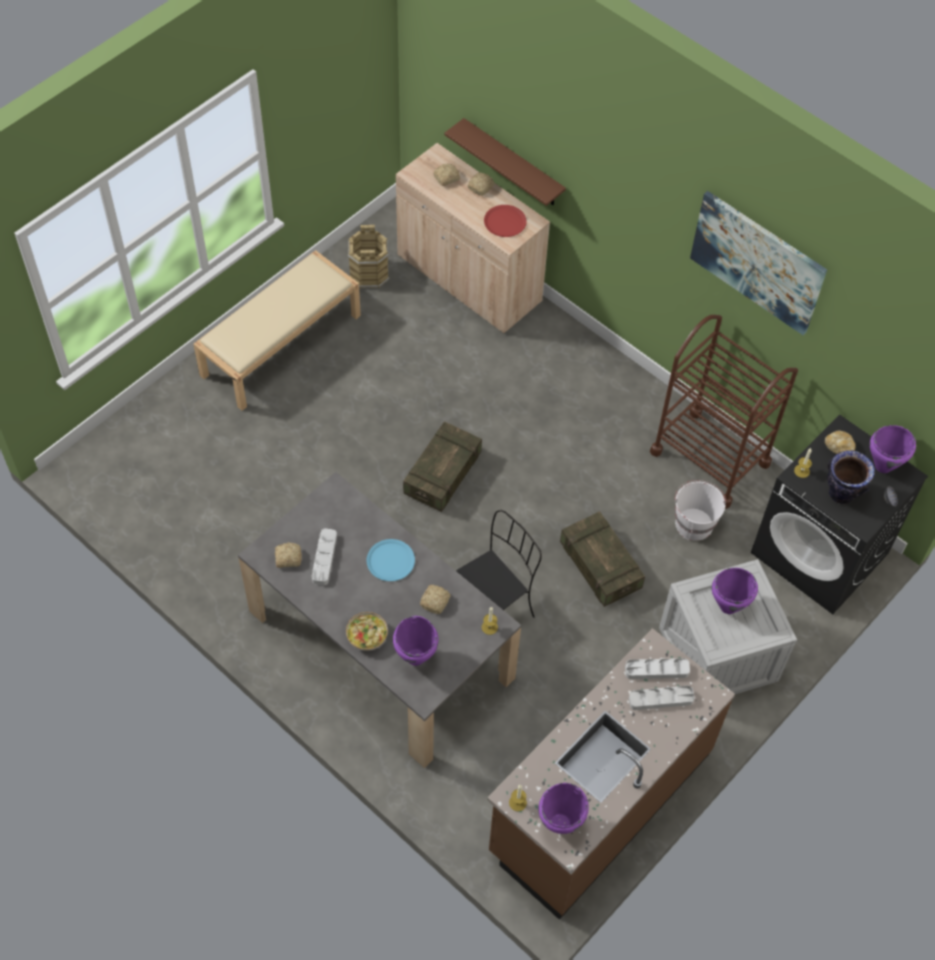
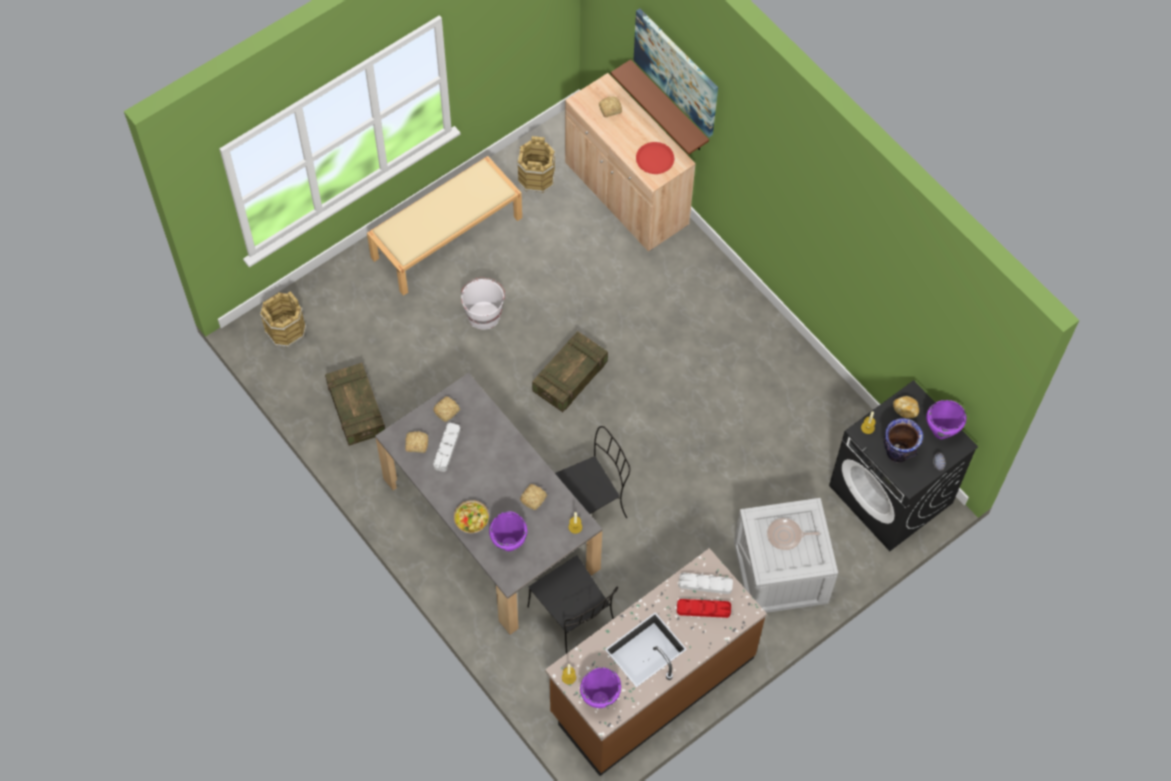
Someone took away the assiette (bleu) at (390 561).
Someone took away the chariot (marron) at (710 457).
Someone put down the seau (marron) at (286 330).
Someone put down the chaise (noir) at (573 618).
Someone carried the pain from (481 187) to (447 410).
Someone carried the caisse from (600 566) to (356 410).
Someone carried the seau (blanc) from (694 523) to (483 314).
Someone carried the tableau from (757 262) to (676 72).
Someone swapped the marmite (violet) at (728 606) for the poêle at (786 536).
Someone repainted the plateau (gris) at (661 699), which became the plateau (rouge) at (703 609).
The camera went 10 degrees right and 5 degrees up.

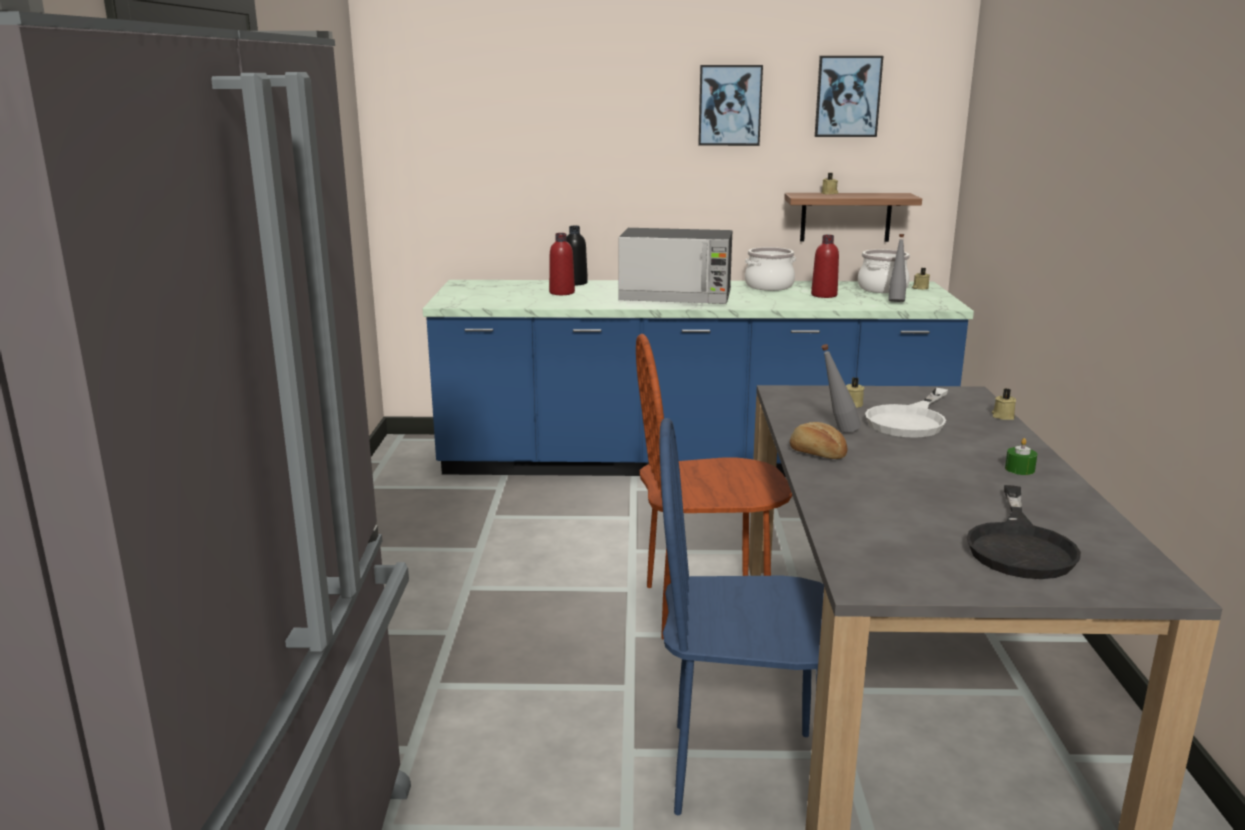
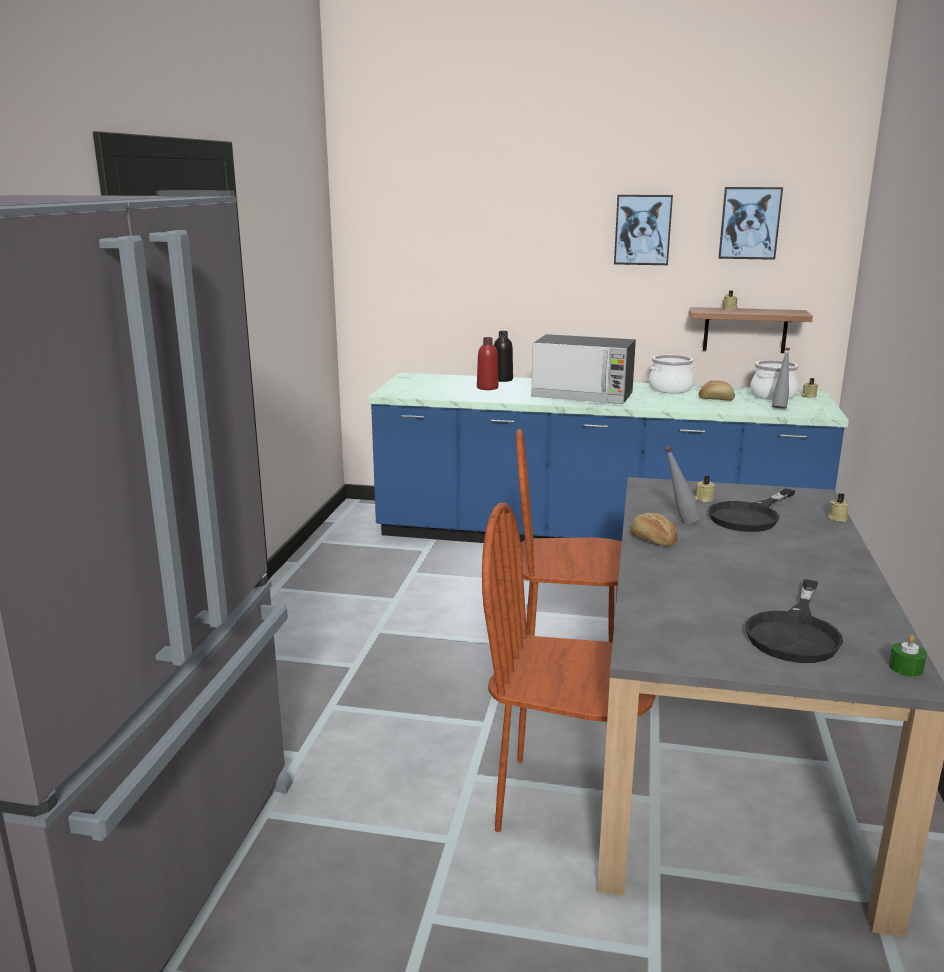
Someone carried the bougie (vert) from (1019 469) to (905 668).
Someone swapped the bouteille (rouge) at (824 295) for the pain at (716 399).
Someone repainted the chaise (bleu) at (744 770), which became the chaise (marron) at (563 802).
Someone repainted the poêle (blanc) at (910 420), which became the poêle (noir) at (749 516).
The camera went 10 degrees right and 0 degrees up.

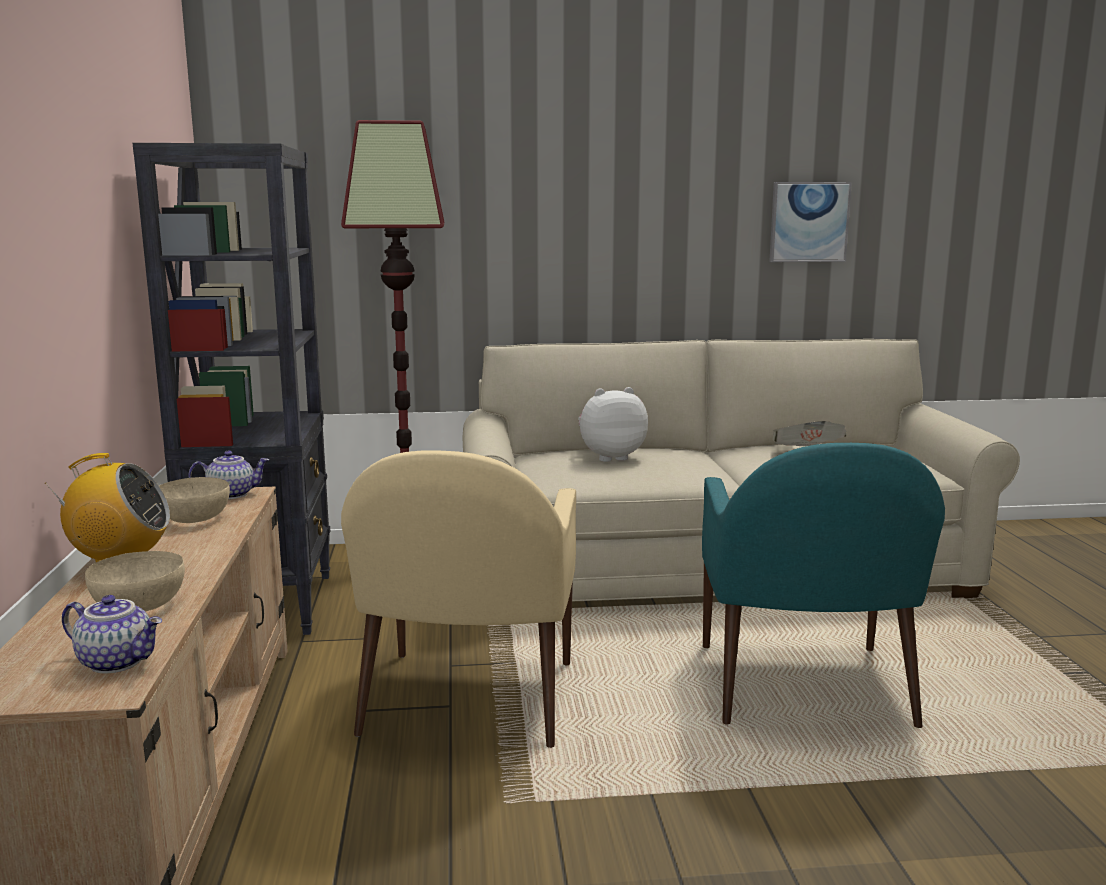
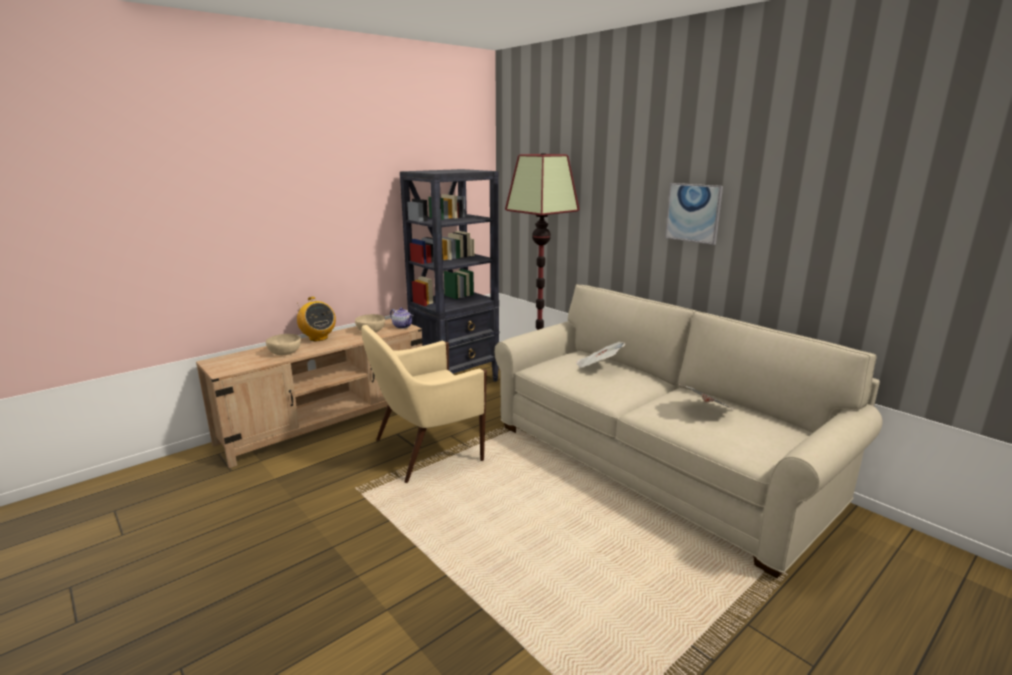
Someone took away the théière at (118 661).
Someone took away the fauteuil (turquoise) at (804 687).
Someone carried the tableau from (809 222) to (693 213).
Someone swapped the peluche at (610 457) for the journal at (598 367).
The camera went 55 degrees right and 5 degrees up.

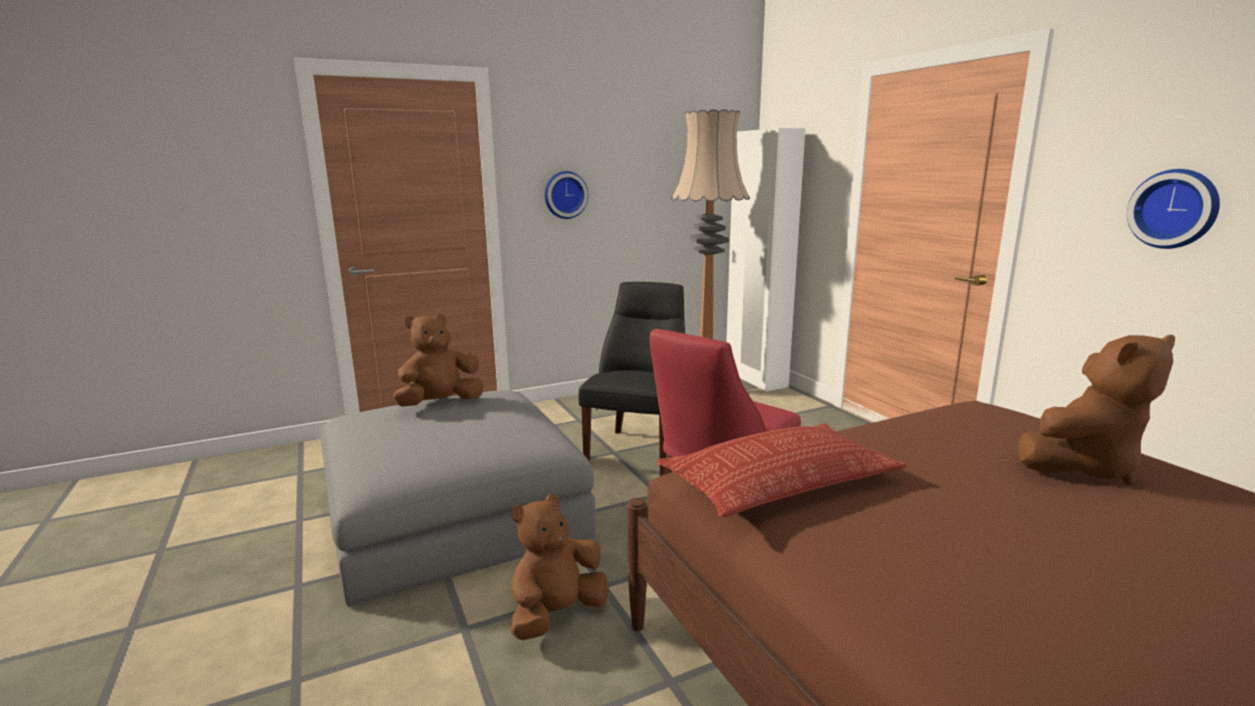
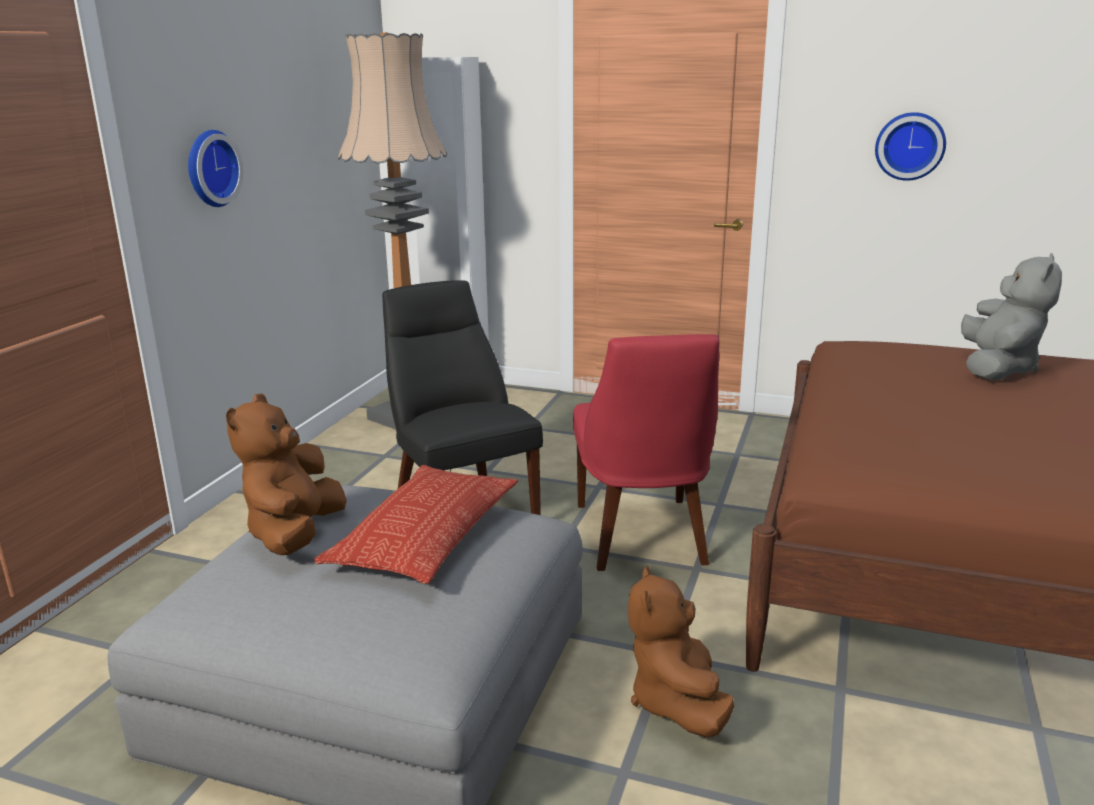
Someone carried the coussin from (779 481) to (425 534).
Someone repainted the peluche (marron) at (1082 466), which became the peluche (gris) at (997 369).
The camera went 45 degrees left and 5 degrees up.

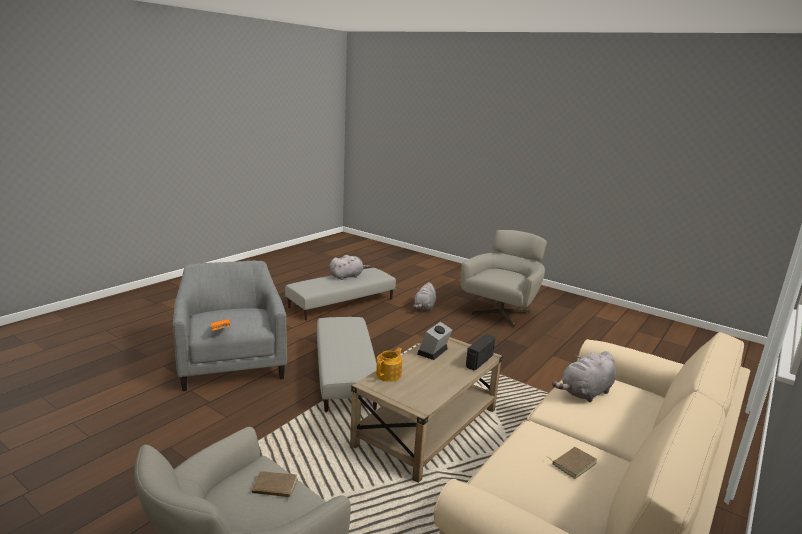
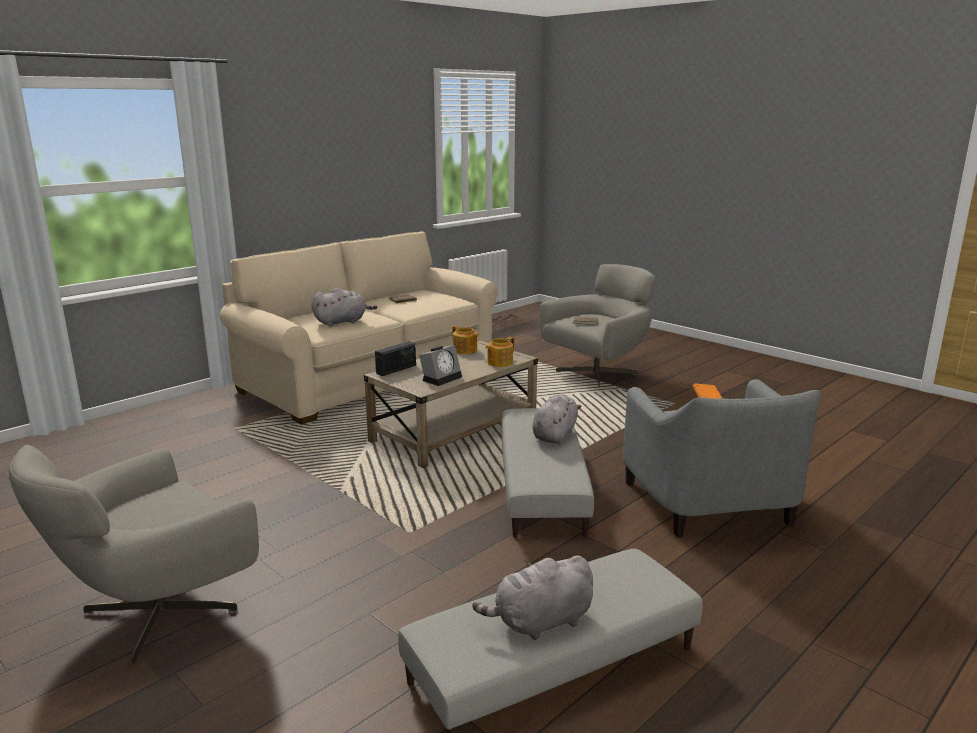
Someone put down the théière at (465 350).
Someone carried the peluche (gris) from (424 307) to (555 435).
The camera went 170 degrees left and 0 degrees up.

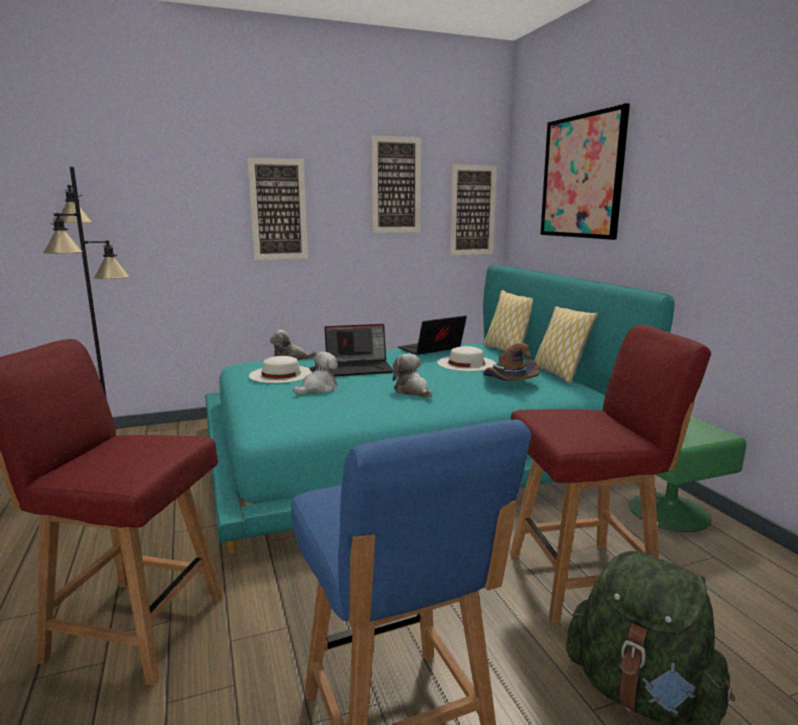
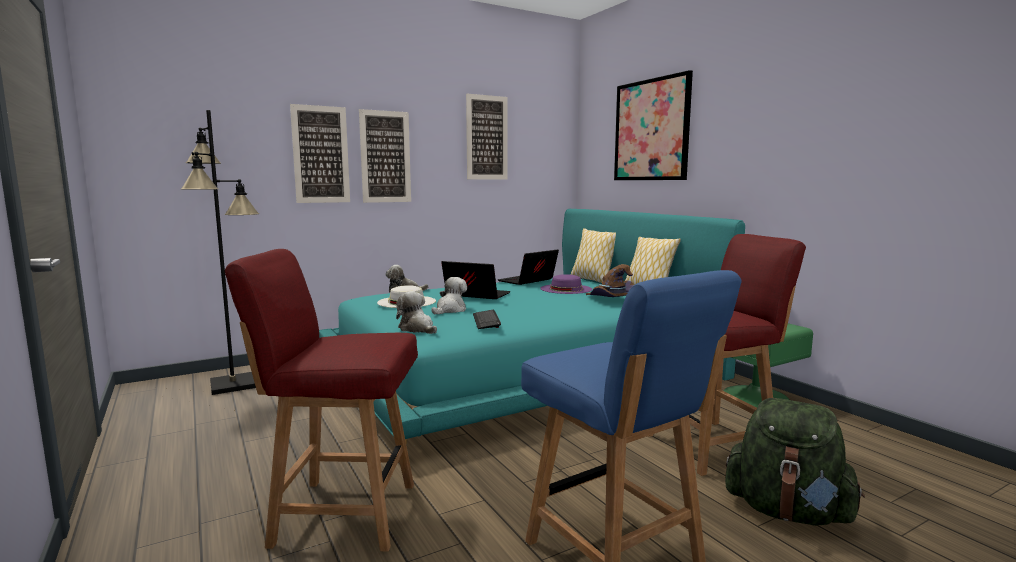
Someone put down the clavier at (486 321).
Someone carried the peluche from (412 391) to (417 329).
Someone carried the tableau from (472 210) to (321 154).
Someone repainted the chapeau (blanc) at (466 363), which became the chapeau (violet) at (566 289).
Someone rotated the ordinateur portable at (359 368) by 135 degrees counterclockwise.
The camera went 10 degrees left and 5 degrees down.

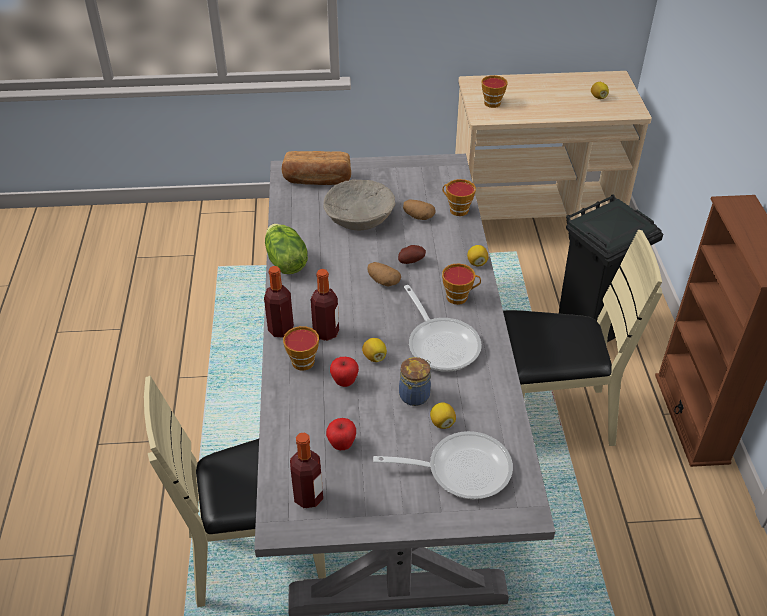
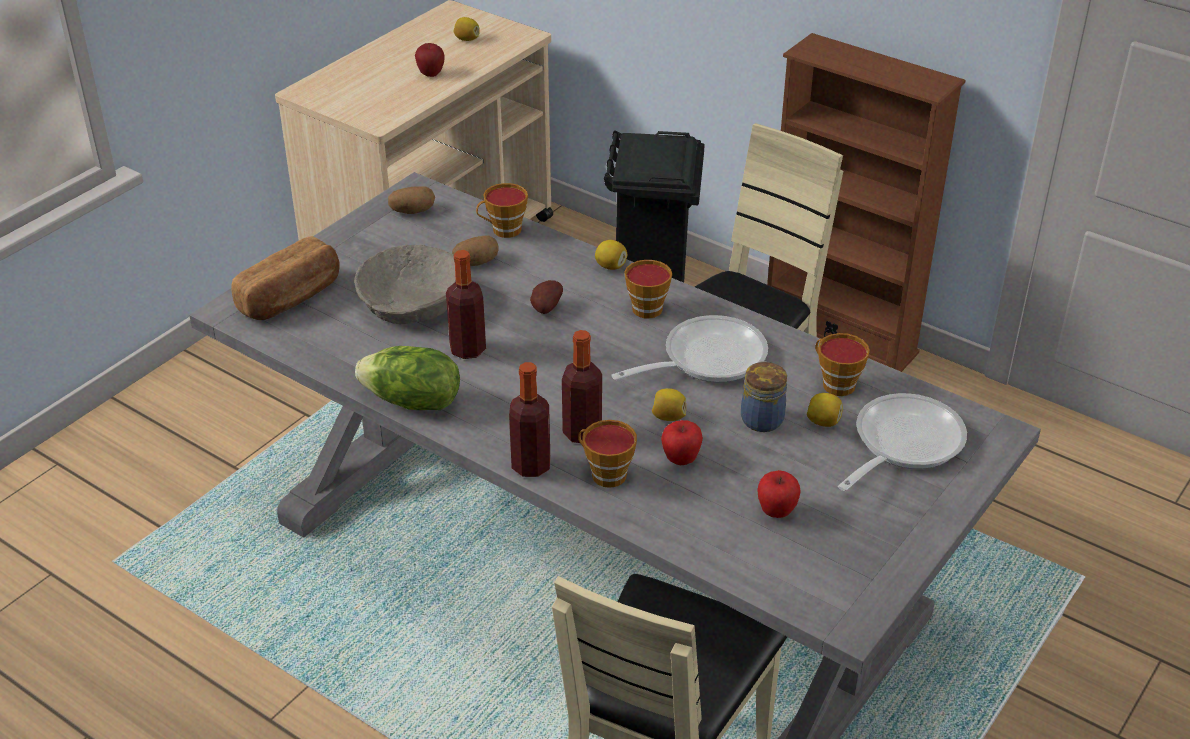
Someone put down the pomme at (431 74).
Someone carried the bouteille from (308 497) to (468 349).
Someone carried the pomme de terre from (383 281) to (412 211).
Someone carried the tasse from (492 102) to (835 384).
Someone rotated the poêle at (441 344) by 45 degrees counterclockwise.
The camera went 50 degrees left and 5 degrees down.

